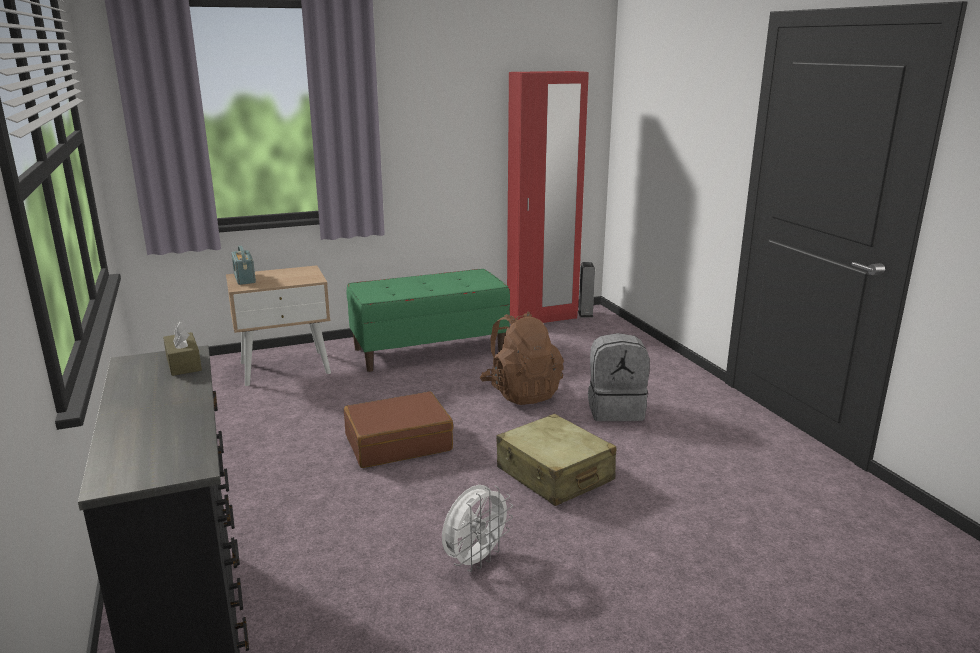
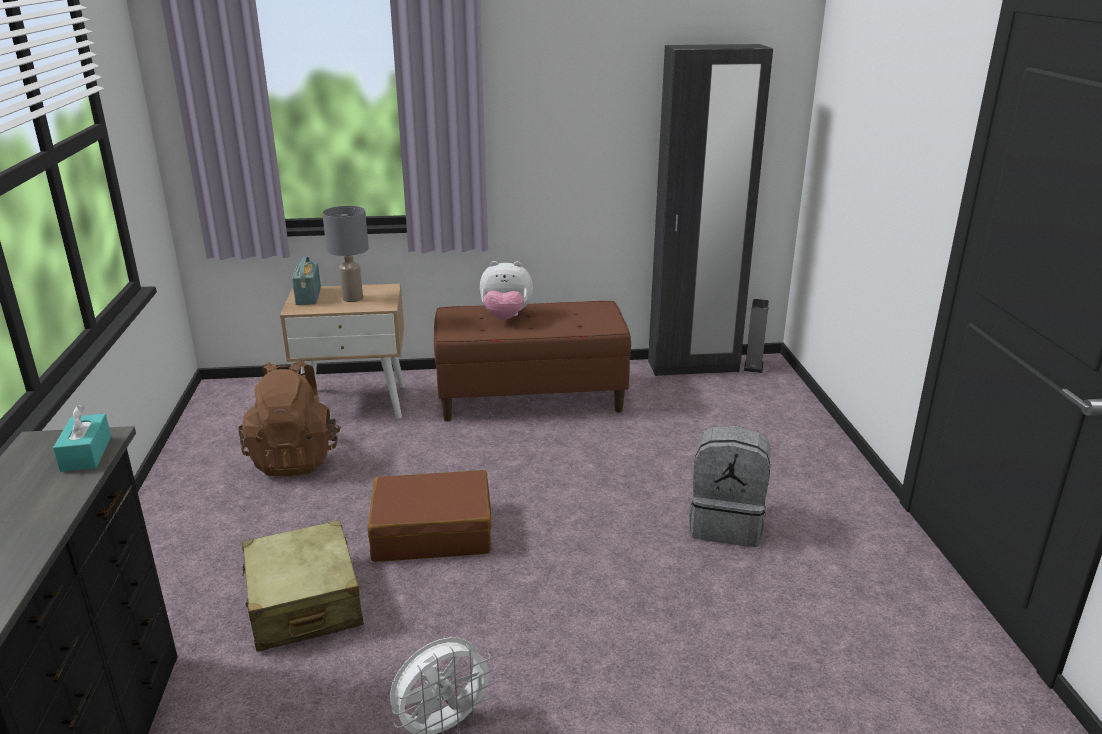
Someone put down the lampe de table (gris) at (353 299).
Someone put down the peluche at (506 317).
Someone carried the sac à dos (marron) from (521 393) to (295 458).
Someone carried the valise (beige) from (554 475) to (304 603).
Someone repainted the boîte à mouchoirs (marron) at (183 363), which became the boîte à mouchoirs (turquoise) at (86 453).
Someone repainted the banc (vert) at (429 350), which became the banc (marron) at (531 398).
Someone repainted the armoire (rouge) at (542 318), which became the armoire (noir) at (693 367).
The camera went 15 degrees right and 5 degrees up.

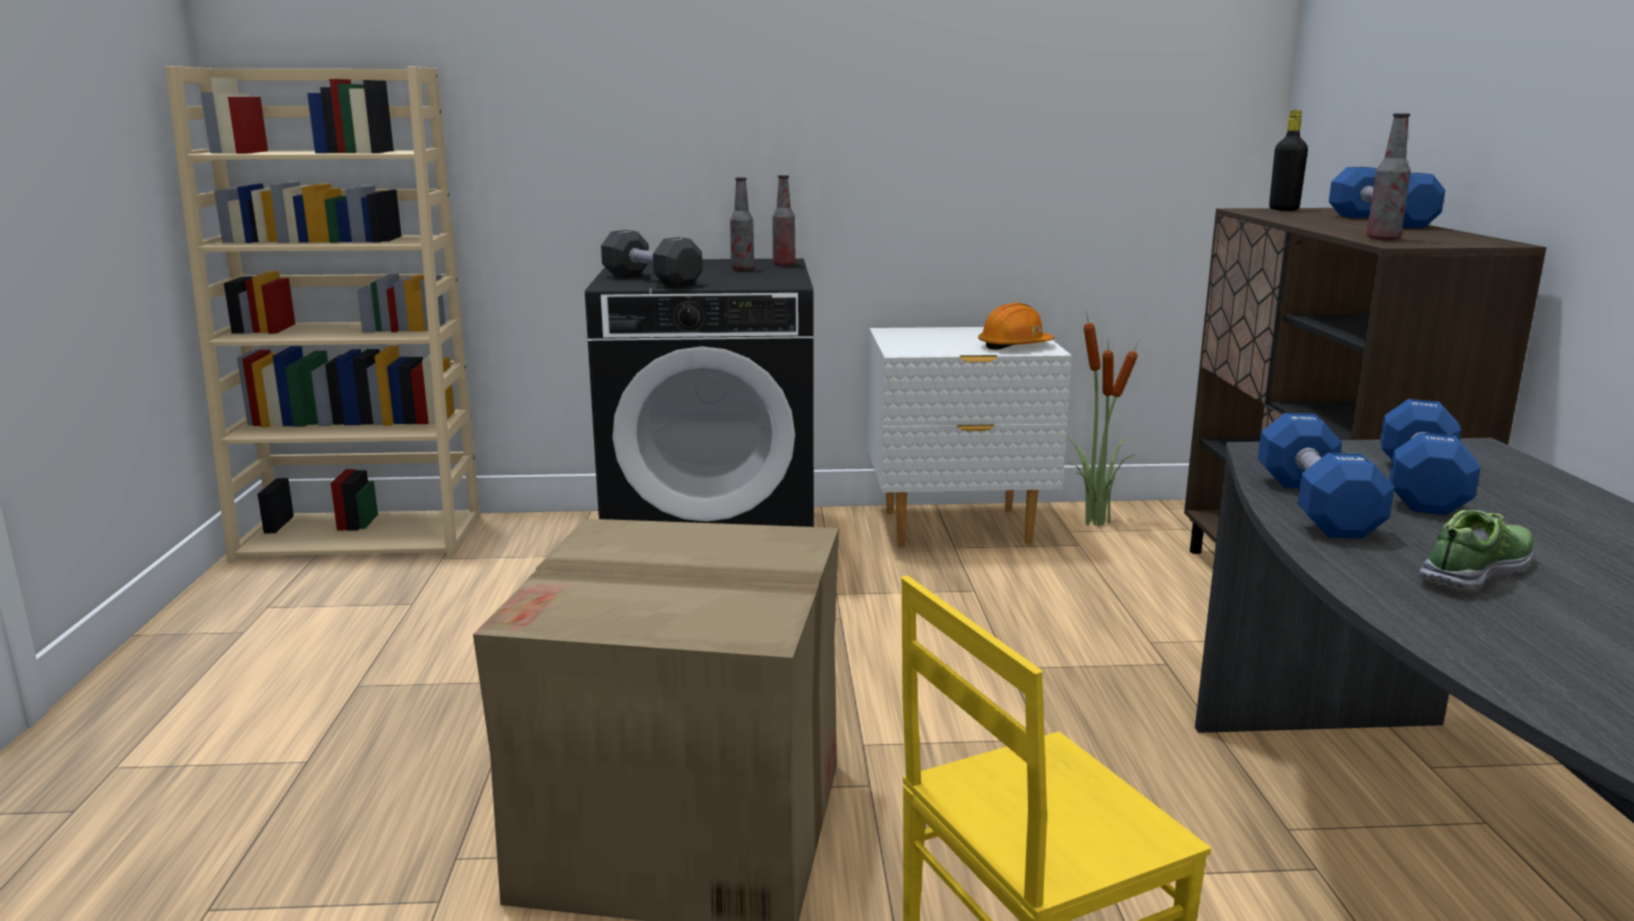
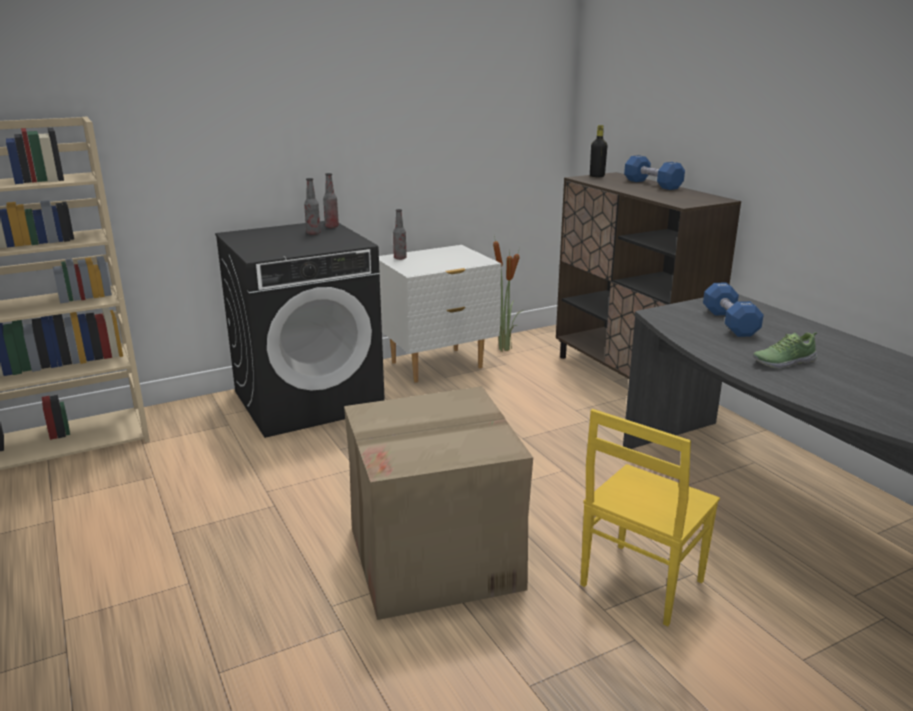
Someone took away the haltère (noir) at (651 280).
Someone took away the casque de chantier (orange) at (1014 346).
Someone took away the haltère (bleu) at (1315 506).
Someone carried the bouteille from (1383 238) to (400 258).
Someone rotated the chaussure at (1476 572) by 135 degrees counterclockwise.
The camera went 25 degrees left and 5 degrees up.

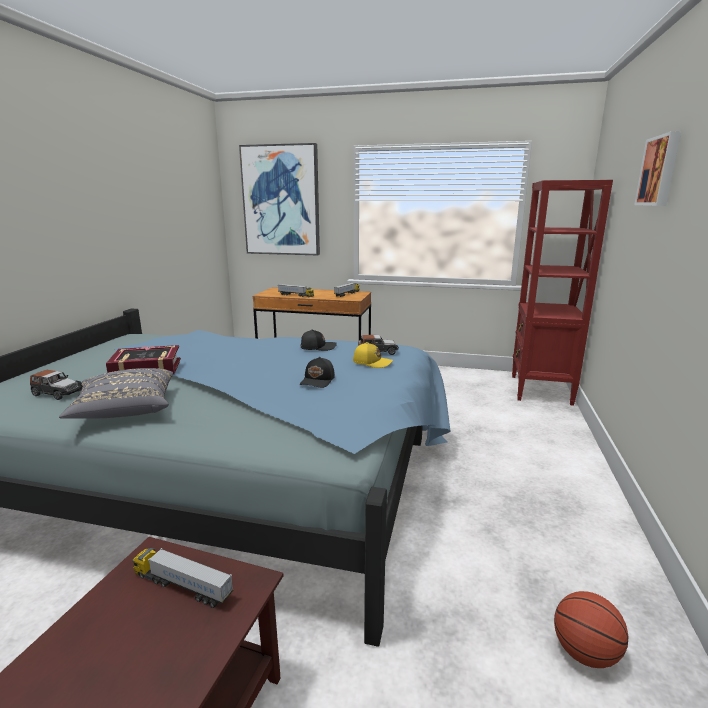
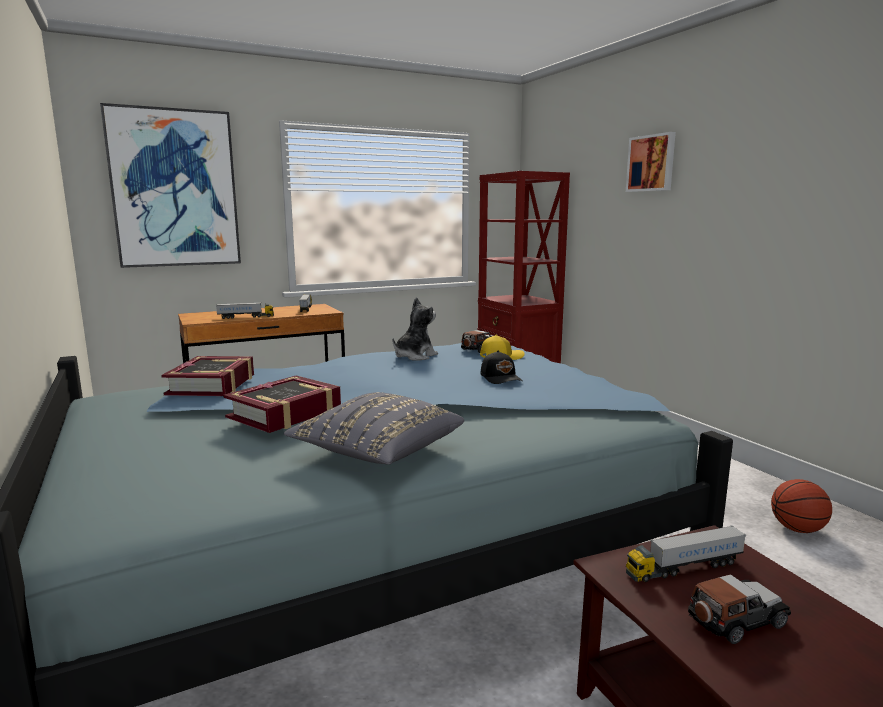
Someone put down the livre at (212 385).
Someone carried the petite voiture from (57 393) to (736 620).
Someone swapped the casquette (noir) at (317 347) for the peluche at (414 356).
The camera went 40 degrees left and 5 degrees down.

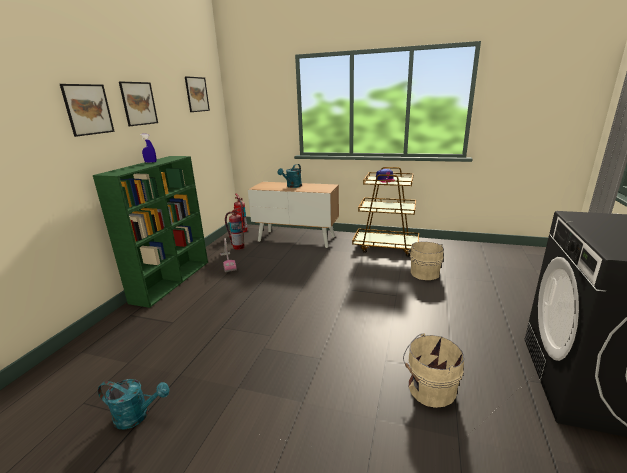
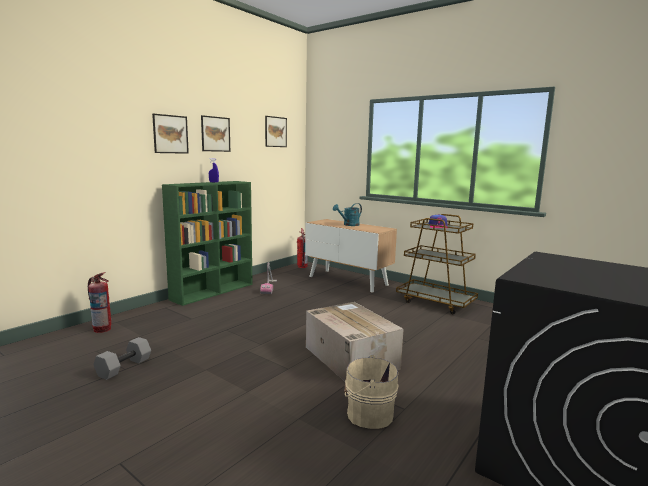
Someone took away the seau (beige) at (424 273).
Someone put down the carton at (350 357).
Someone carried the extincteur from (238 247) to (102 329).
Someone swapped the arrosoir (turquoise) at (137 416) for the haltère (gris) at (124 367).
The camera went 20 degrees right and 10 degrees down.

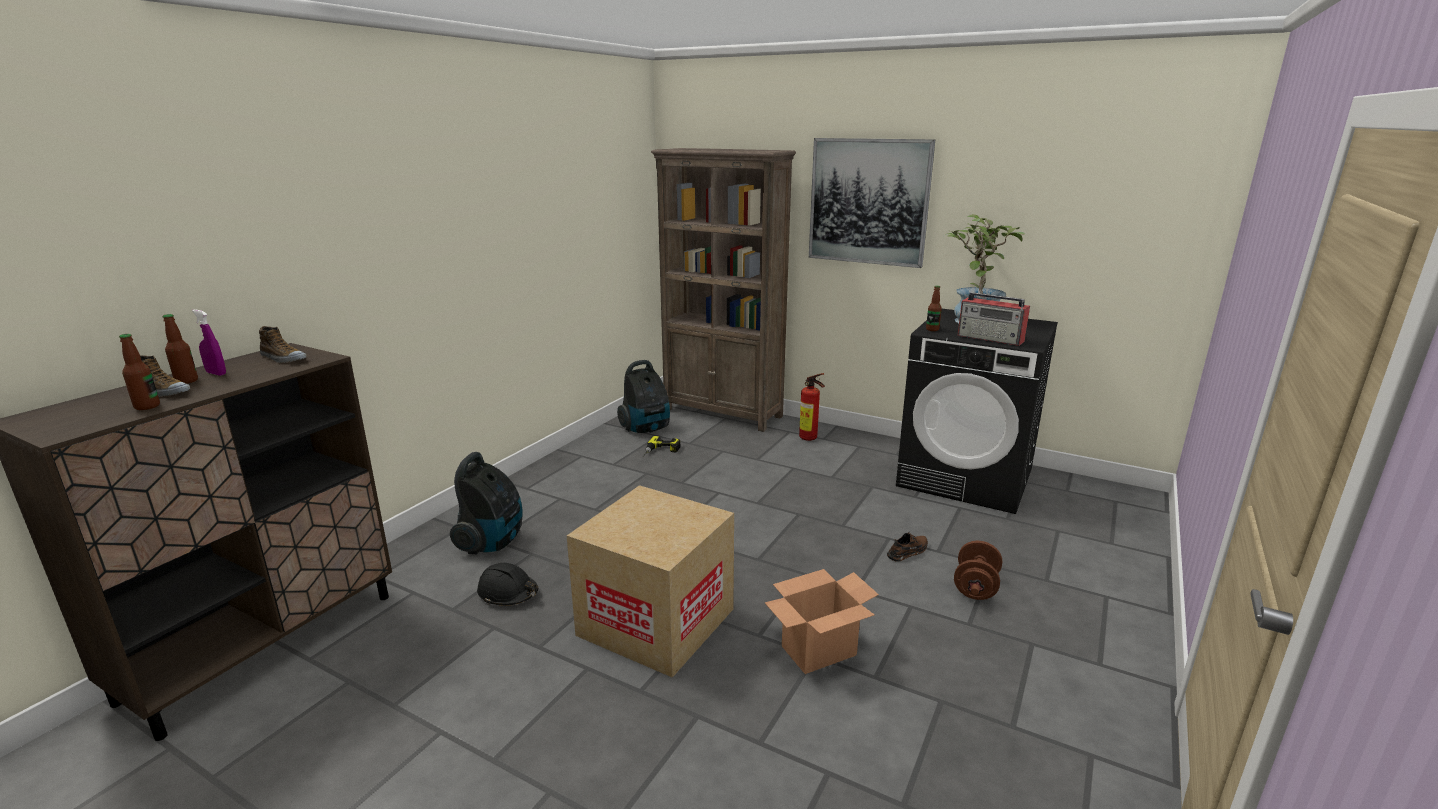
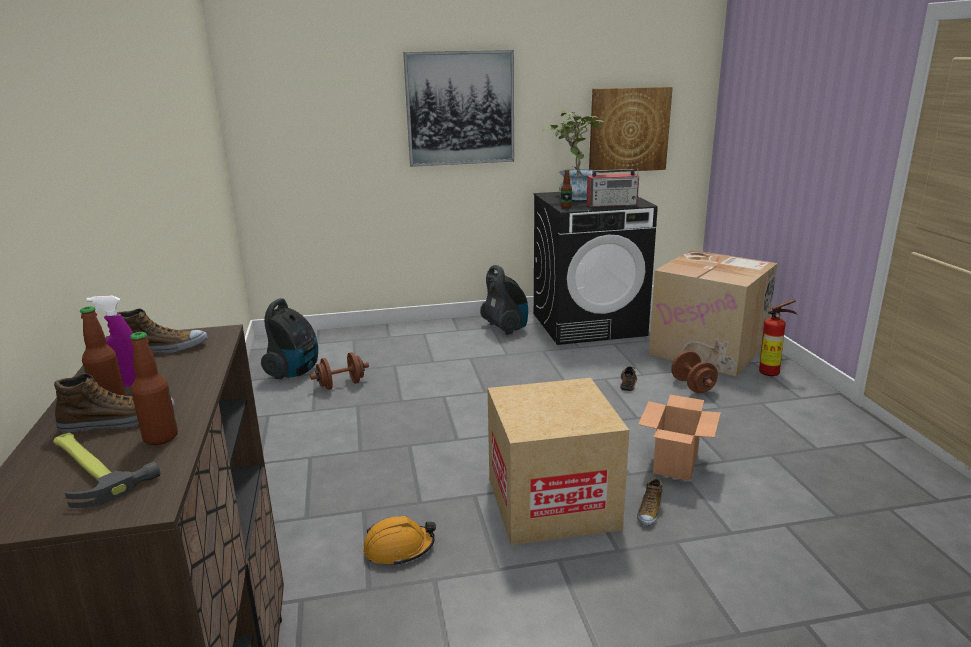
Someone took away the bibliothèque (marron) at (723 413).
Someone put down the marteau at (91 468).
Someone put up the tableau at (629 130).
Someone put down the chaussure at (649 512).
Someone put down the carton at (709 349).
Someone carried the aspirateur from (492 542) to (505 328).
Someone carried the extincteur from (810 439) to (772 373).
Someone swapped the perceuse at (661 452) for the haltère (marron) at (341 385).
Someone repainted the casque de chantier (noir) at (508 593), which became the casque de chantier (orange) at (399 549).
The camera went 40 degrees left and 0 degrees up.

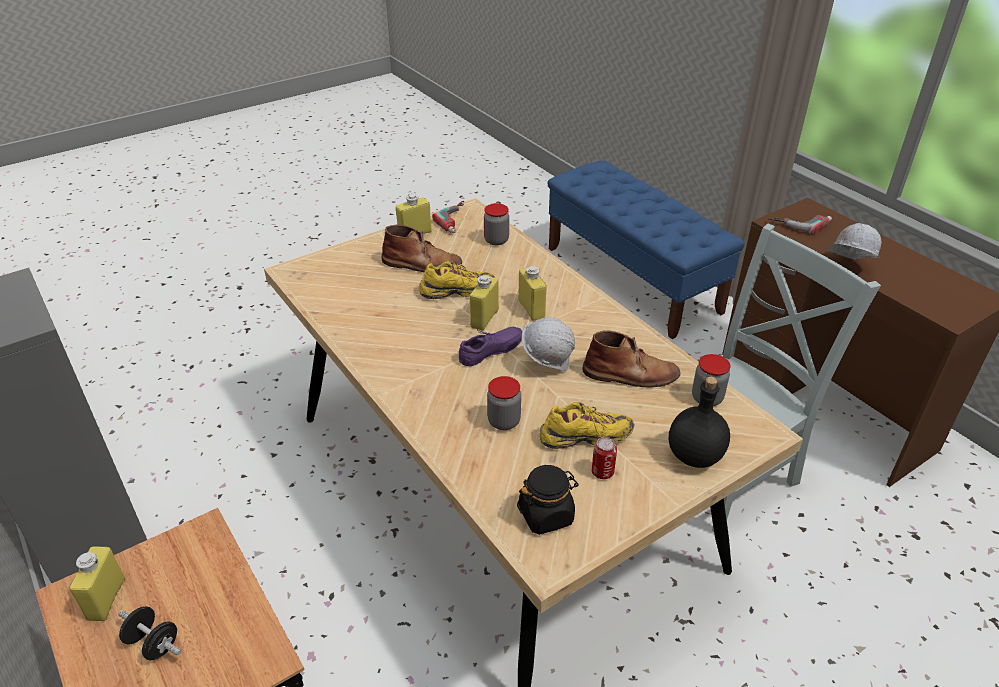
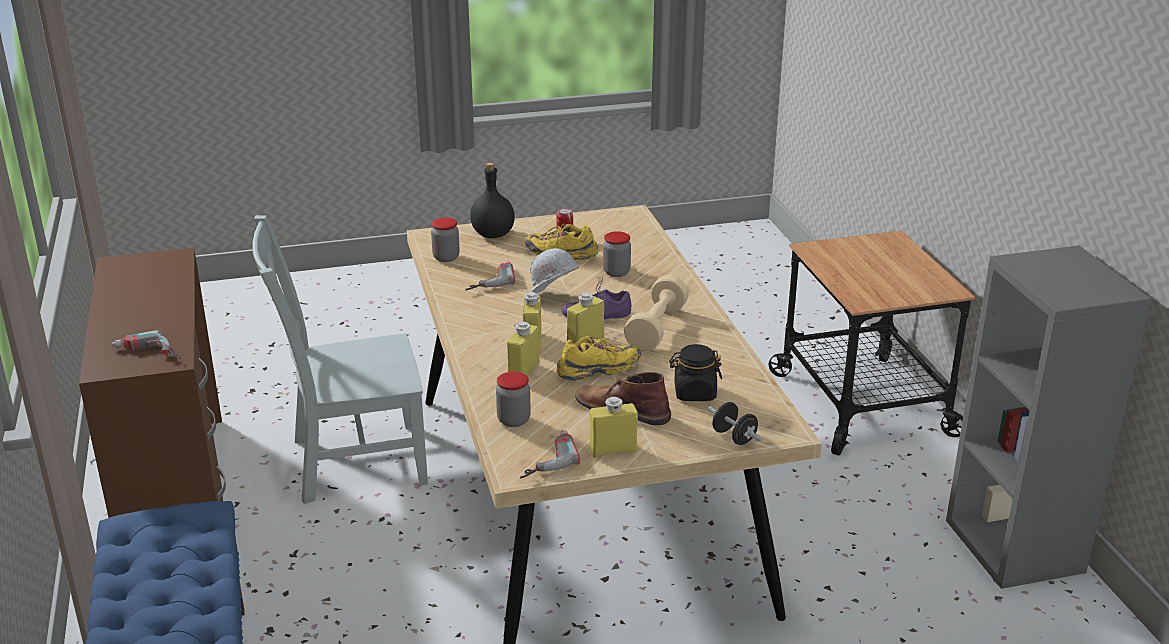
Someone took away the casque de chantier (blanc) at (847 267).
Someone put down the haltère (beige) at (656 328).
Someone carried the bouteille (jaune) from (106 599) to (523 371).
Someone carried the haltère (noir) from (153 643) to (734 437).
Someone carried the bocal (noir) from (546 515) to (694 393).
Someone swapped the botte (marron) at (631 374) for the perceuse at (488 280).
Someone rotated the chaussure (jaune) at (457 291) by 150 degrees clockwise.
The camera went 160 degrees left and 10 degrees down.

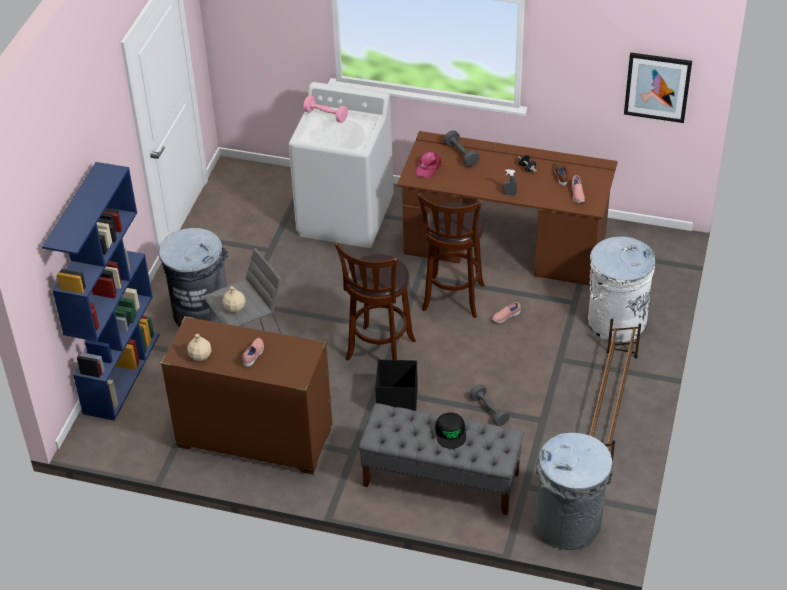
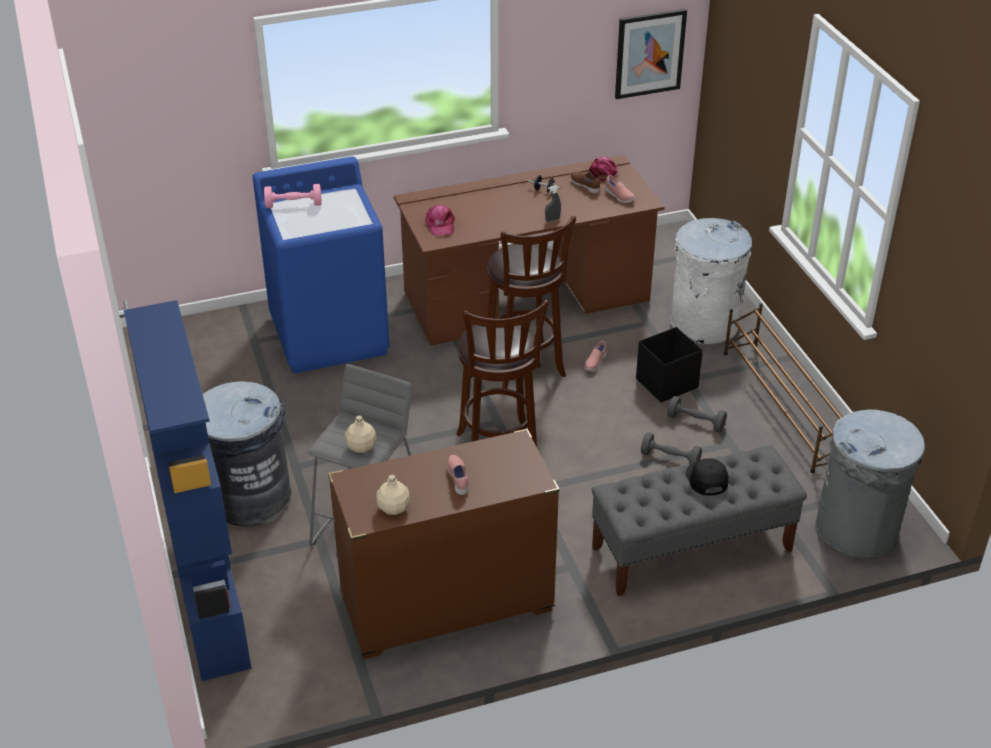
Someone put down the casquette (rose) at (603 171).
Someone carried the boîte de rangement (noir) from (396 401) to (665 383).
Someone carried the haltère (gris) from (461 155) to (696 422).
Someone repainted the lave-linge (blanc) at (346 217), which became the lave-linge (bleu) at (330 335).
Someone rotated the casquette (noir) at (451 433) by 150 degrees counterclockwise.
The camera went 35 degrees left and 5 degrees down.

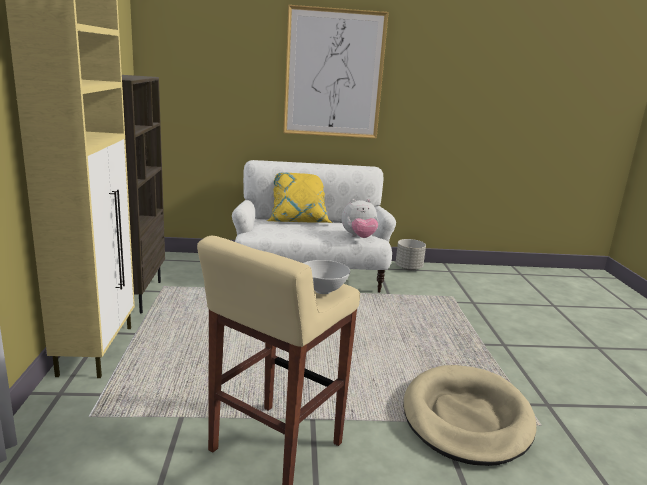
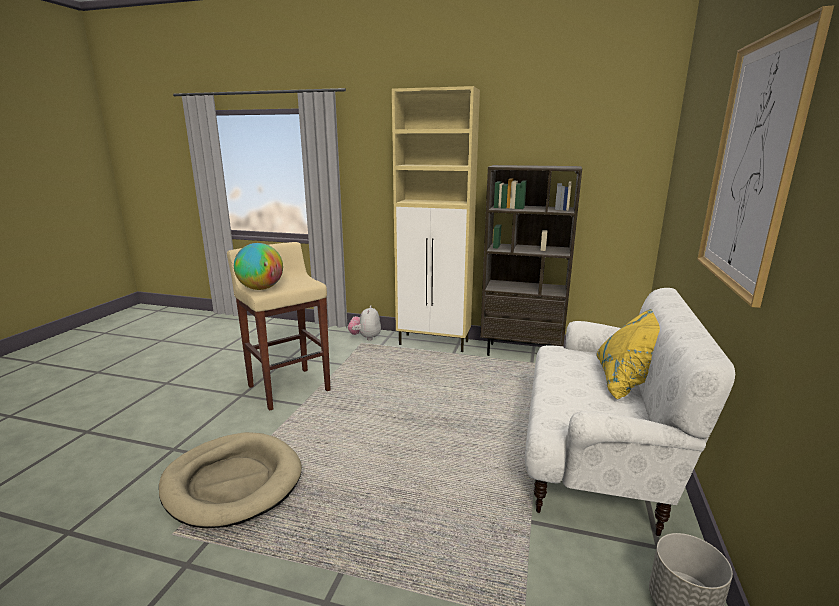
Someone carried the peluche from (359 237) to (365 338).
Someone swapped the bol (blanc) at (323 291) for the globe at (261 288).
The camera went 110 degrees right and 0 degrees up.

